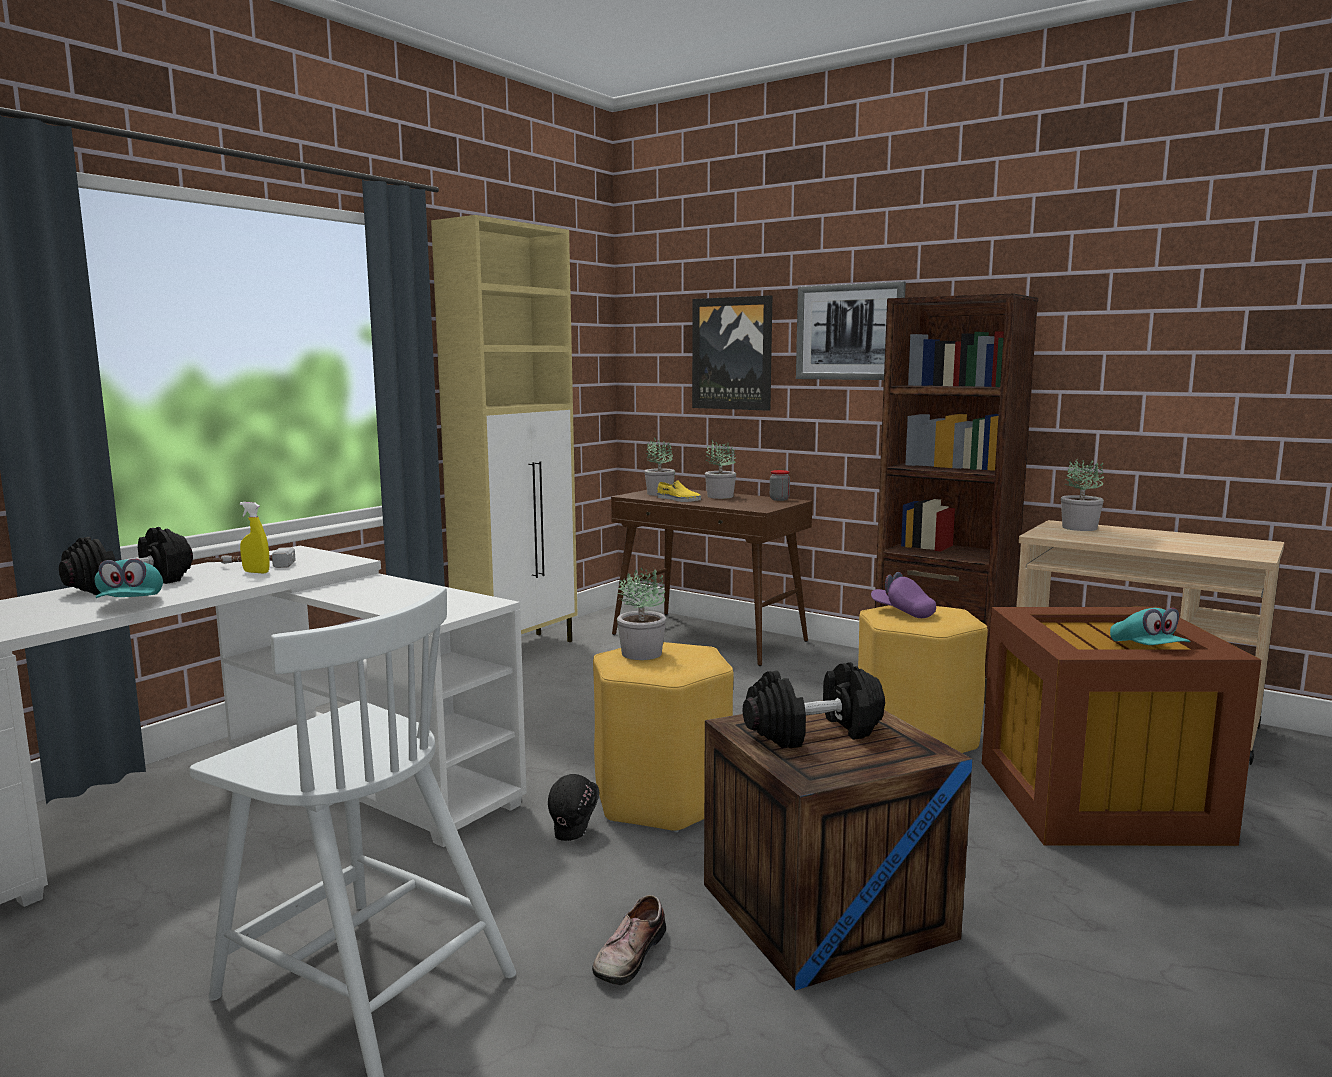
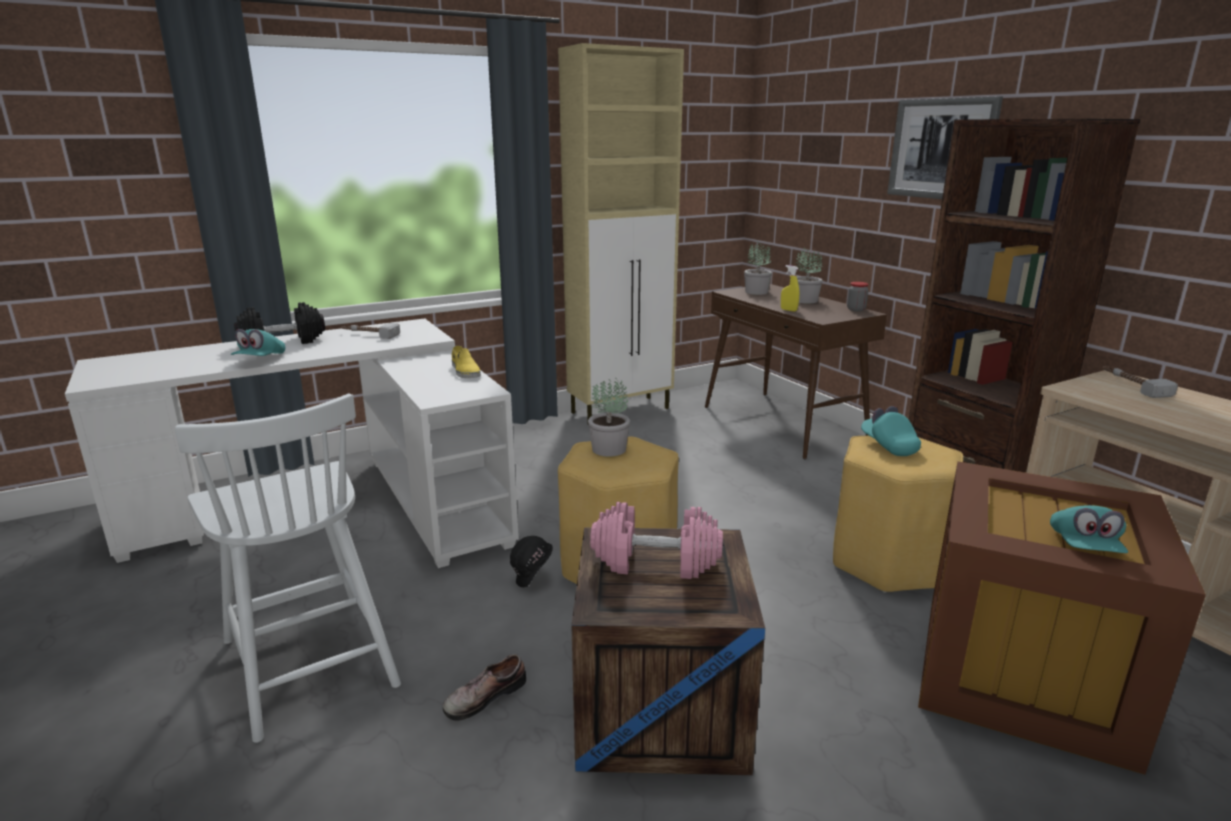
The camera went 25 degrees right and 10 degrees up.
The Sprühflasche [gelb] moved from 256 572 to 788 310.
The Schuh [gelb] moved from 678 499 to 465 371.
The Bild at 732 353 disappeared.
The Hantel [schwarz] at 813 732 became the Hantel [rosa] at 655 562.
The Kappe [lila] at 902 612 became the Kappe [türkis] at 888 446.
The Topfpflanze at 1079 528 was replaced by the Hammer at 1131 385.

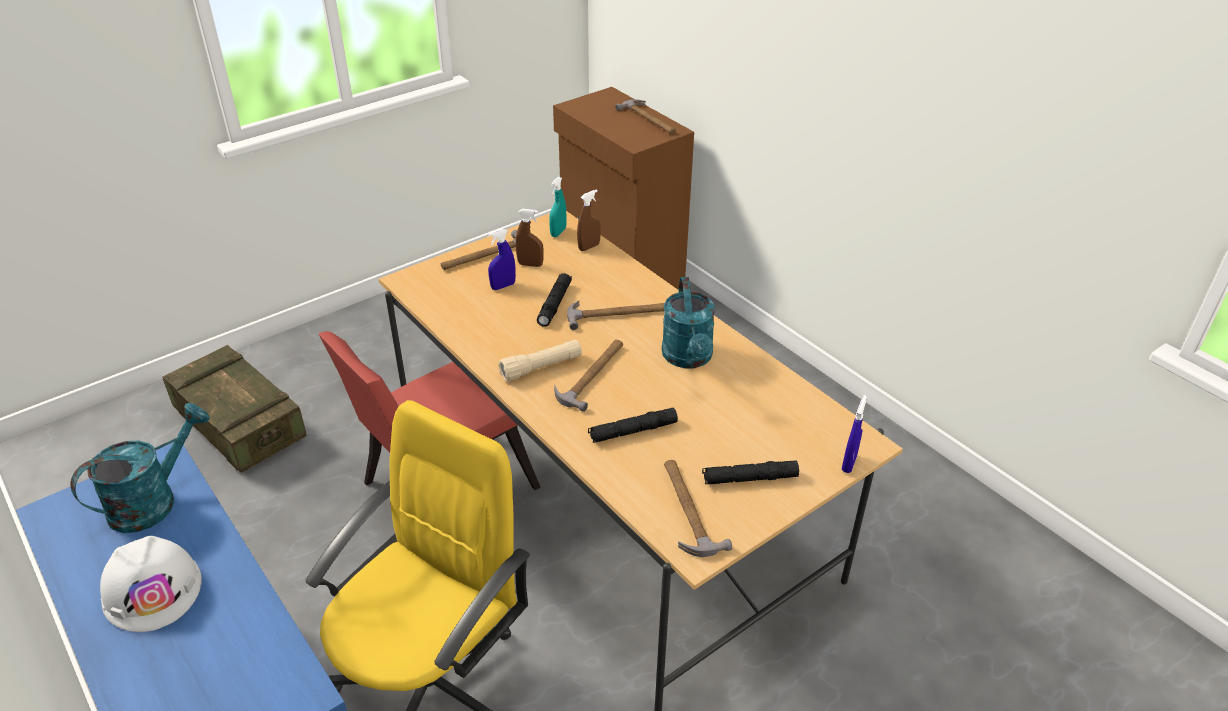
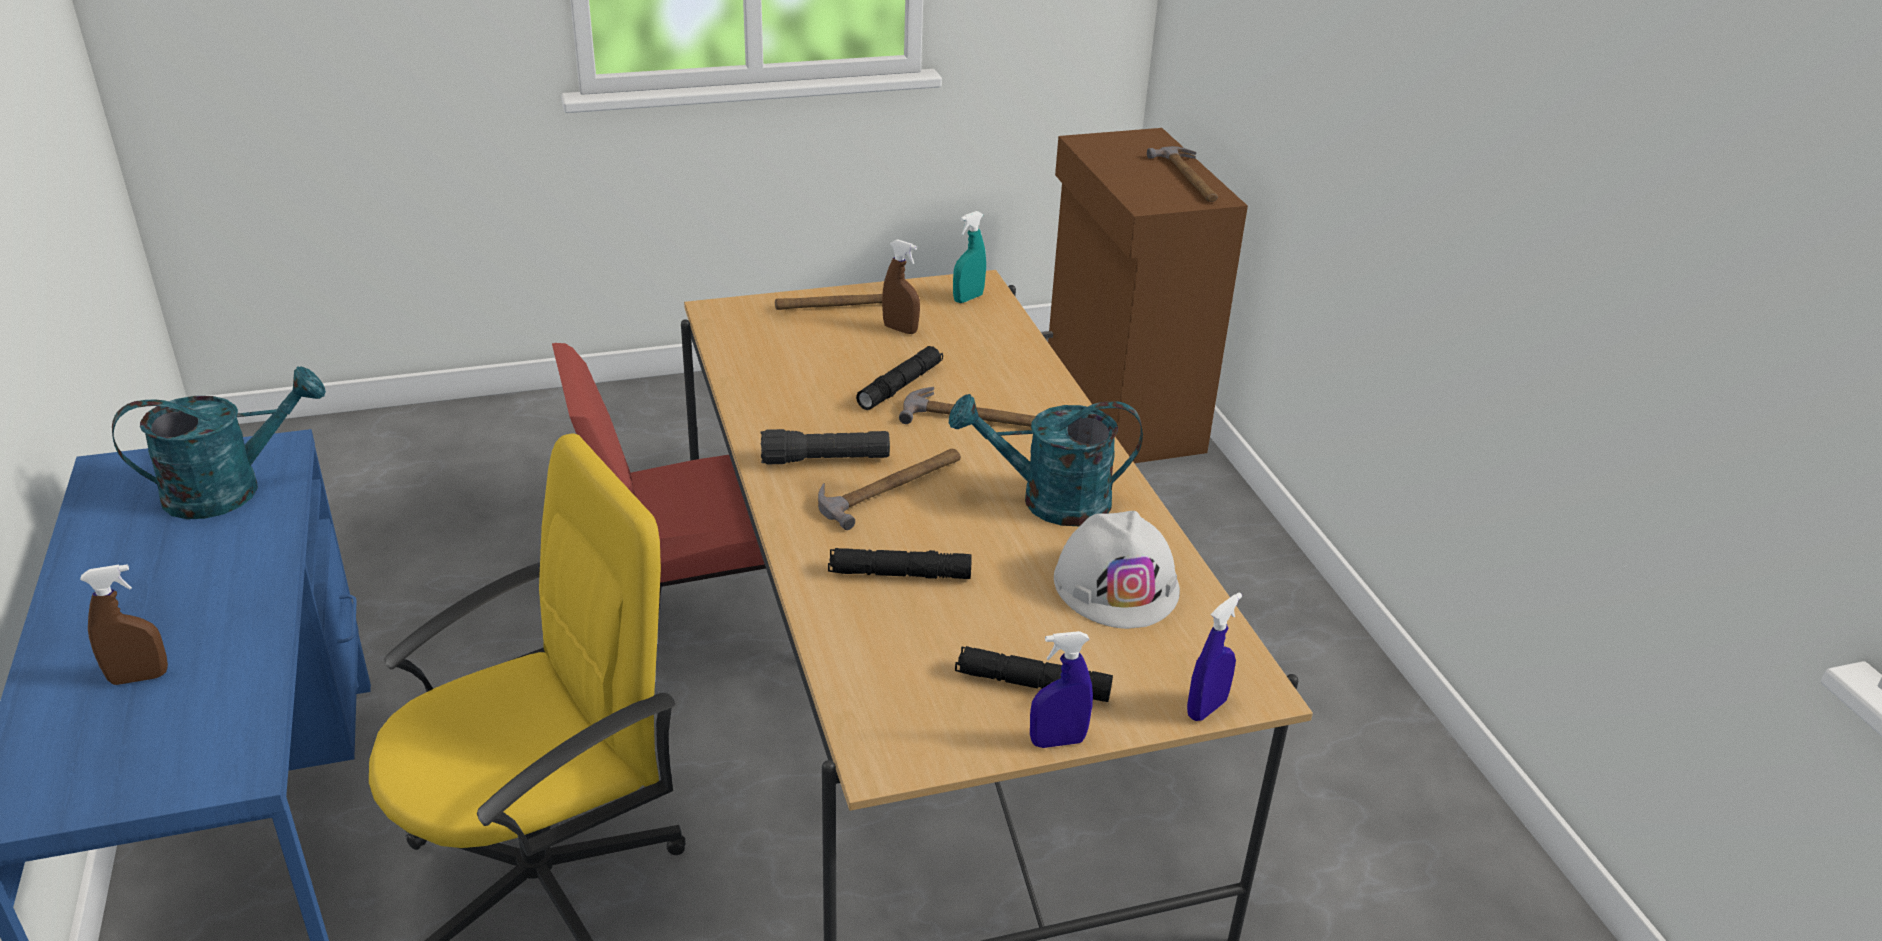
The camera went 20 degrees right and 5 degrees down.
The Schutzhelm [weiß] moved from 153 590 to 1116 584.
The Kiste at 240 425 disappeared.
The Sprühflasche [blau] moved from 503 286 to 1057 741.
The Taschenlampe [beige] at 541 367 became the Taschenlampe [schwarz] at 825 460.
The Sprühflasche [braun] moved from 589 247 to 139 677.
The Gießkanne [türkis] at 689 358 turned 75 degrees clockwise.
The Hammer at 687 509 disappeared.

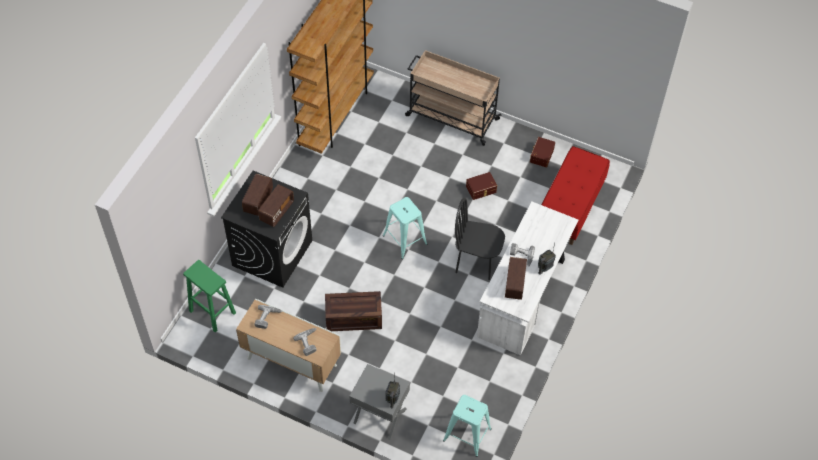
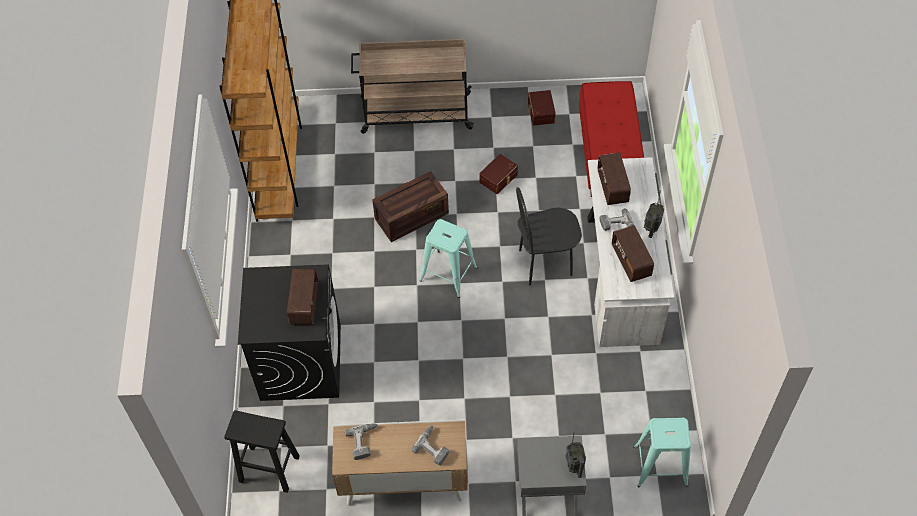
The camera went 25 degrees left and 0 degrees up.
The Hocker [grün] at 212 311 became the Hocker [schwarz] at 268 469.
The Radio moved from 258 201 to 612 187.
The Kiste moved from 353 319 to 411 217.

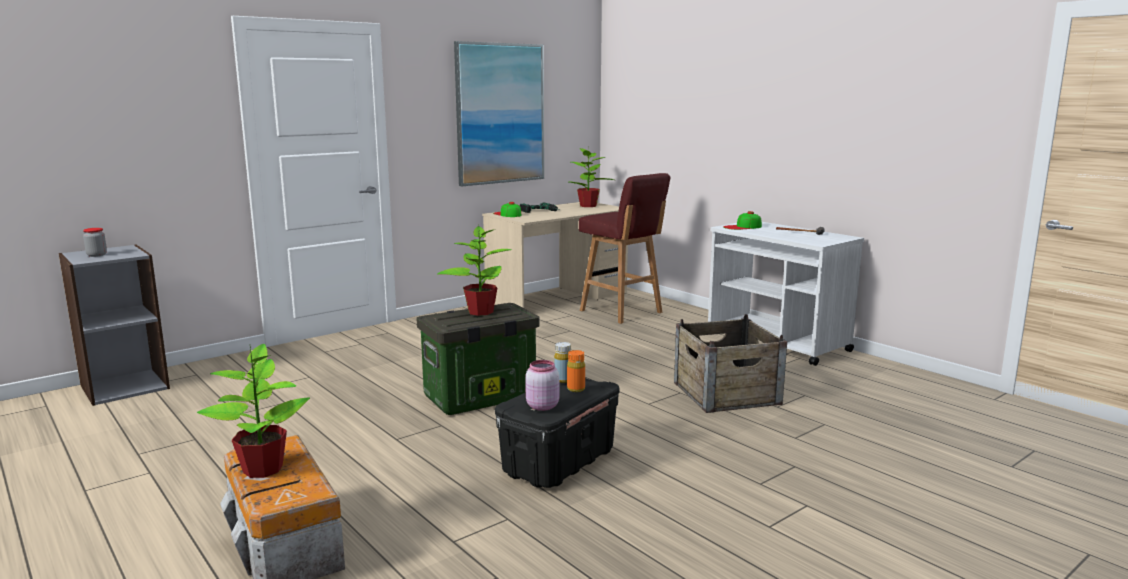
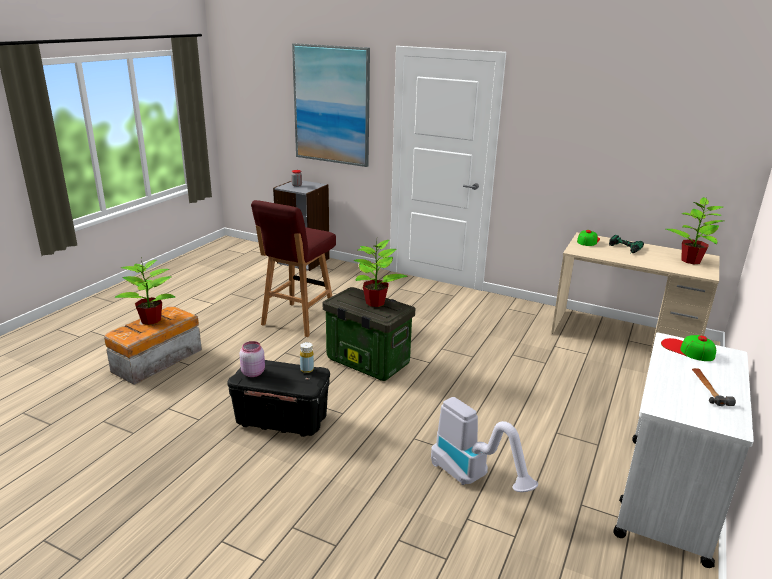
The camera went 65 degrees right and 10 degrees up.
The Bild moved from 500 114 to 331 105.
The Flasche [orange] at 576 389 disappeared.
The Hocker [rot] moved from 622 312 to 297 320.
The Kiste at 725 393 was replaced by the Staubsauger at 474 479.

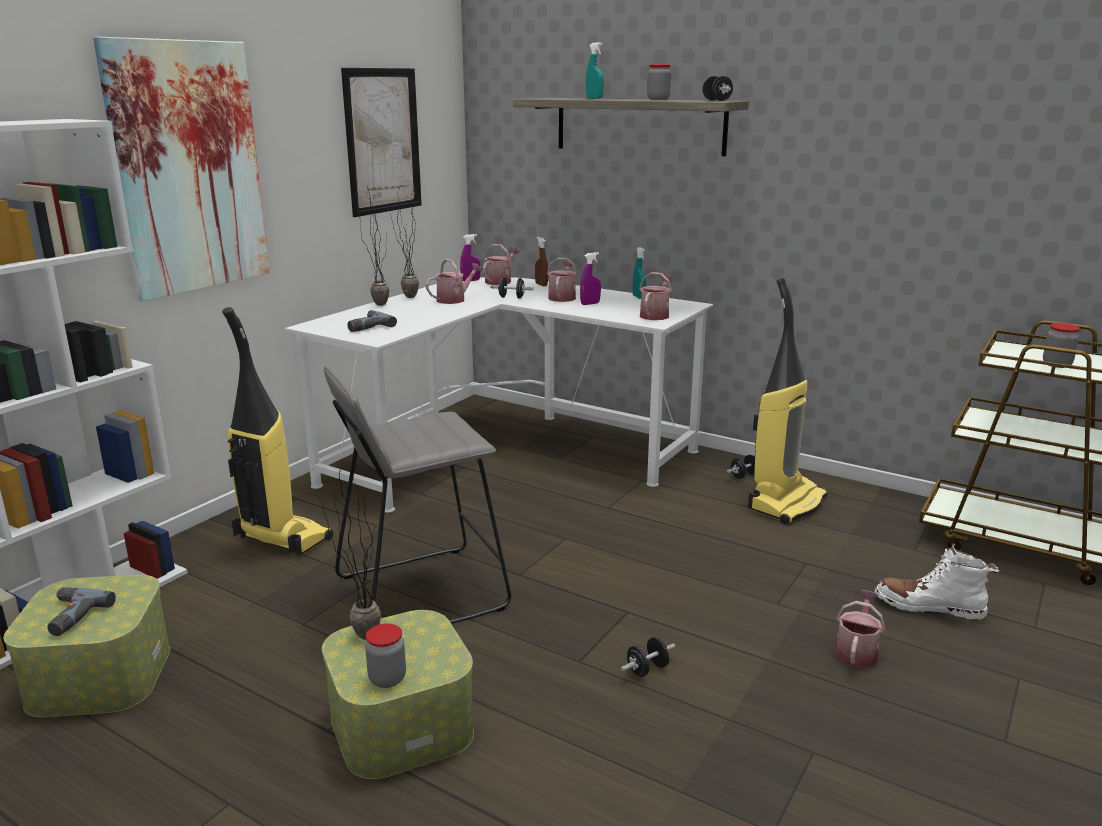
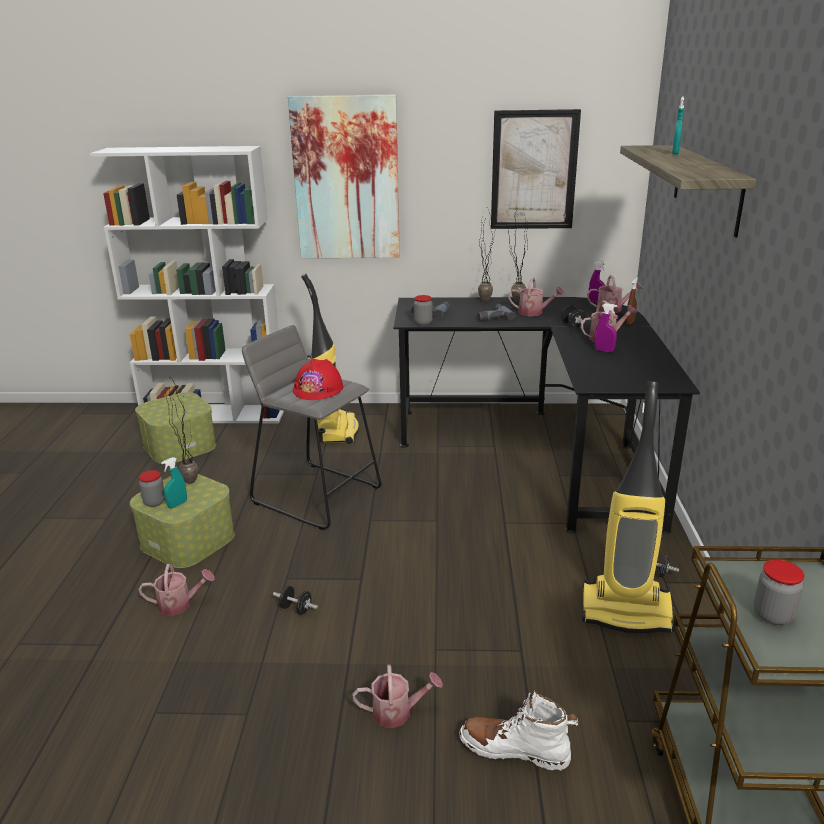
The camera went 60 degrees right and 5 degrees up.
The Bohrmaschine moved from 69 616 to 492 317.
The Schreibtisch [weiß] at 505 451 became the Schreibtisch [schwarz] at 541 450.
The Sprühflasche [türkis] moved from 638 297 to 177 504.
The Gießkanne moved from 655 315 to 179 604.
The Vorratsglas moved from 658 99 to 423 323.
The Hantel [schwarz] at 716 100 disappeared.
The Stiefel [weiß] at 929 607 turned 60 degrees counterclockwise.
The Schutzhelm [rot] at 318 388 appeared.

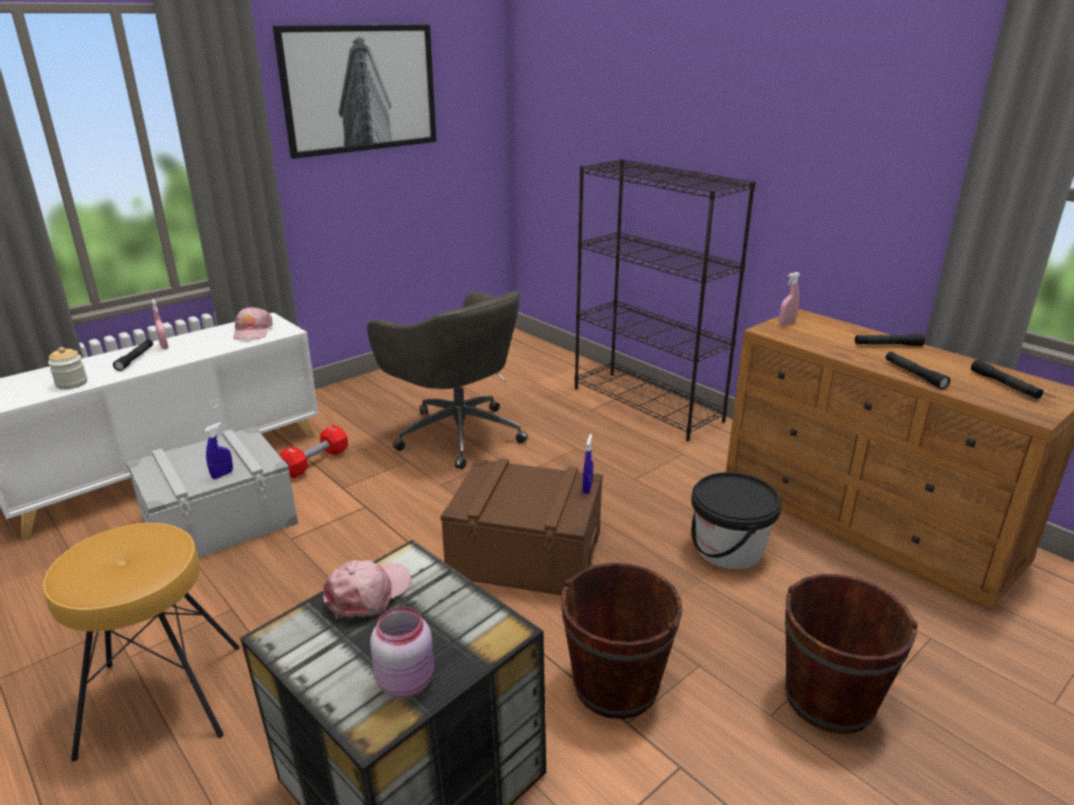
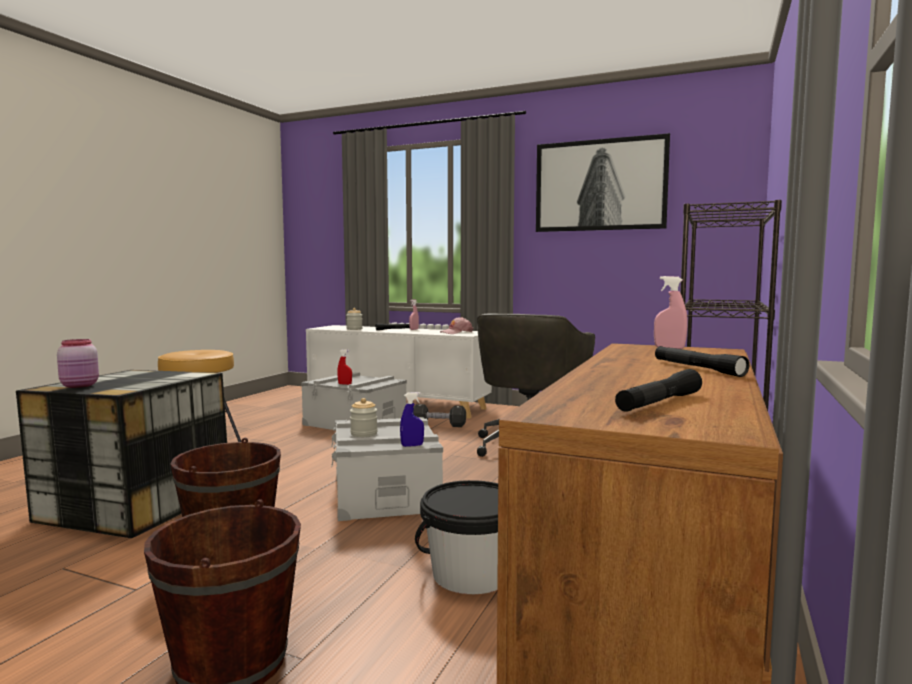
The camera went 65 degrees right and 20 degrees down.
The Sprühflasche [blau] at 222 475 became the Sprühflasche [rot] at 345 384.
The Hantel [rot] at 315 462 became the Hantel [schwarz] at 438 425.
The Kappe [rosa] at 368 593 disappeared.
The Aufbewahrungsbox [braun] at 526 553 became the Aufbewahrungsbox [grau] at 385 493.
The Taschenlampe [schwarz] at 914 375 disappeared.
The Vorratsglas at 364 434 appeared.

